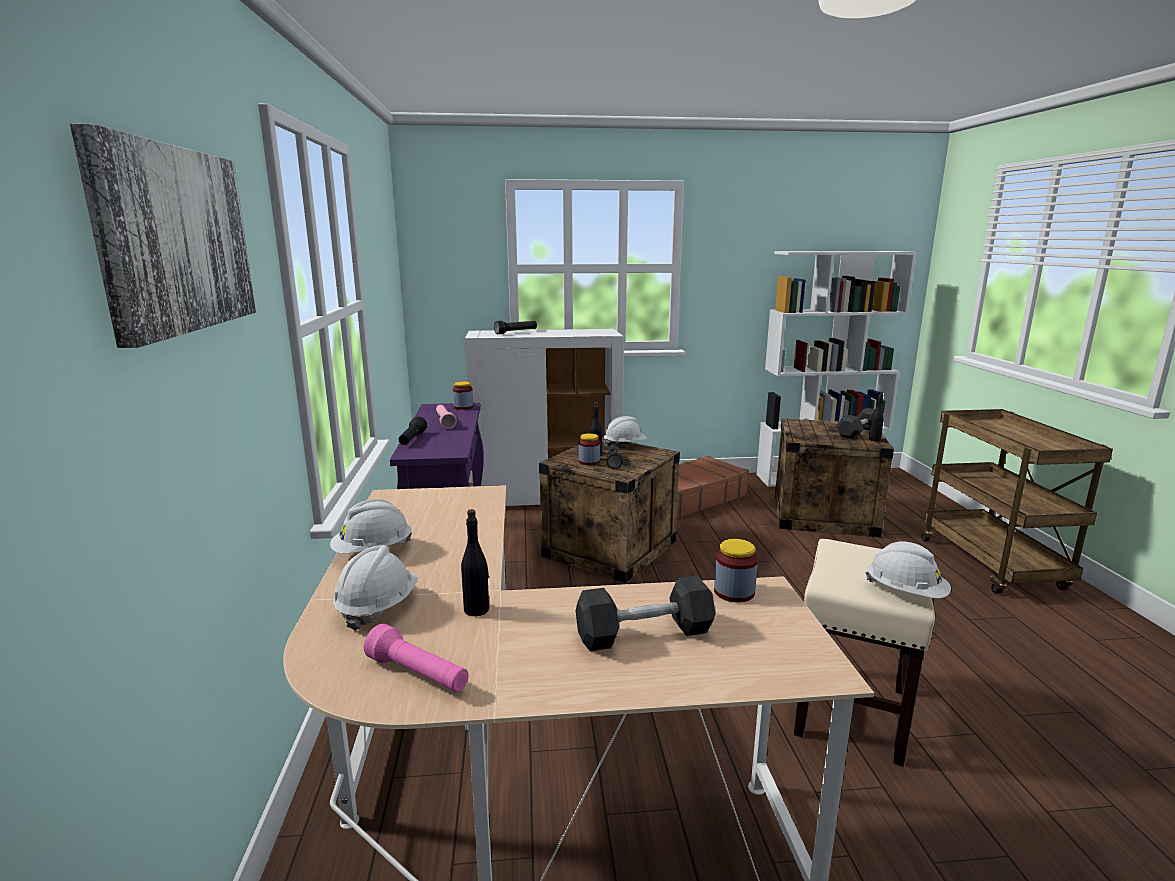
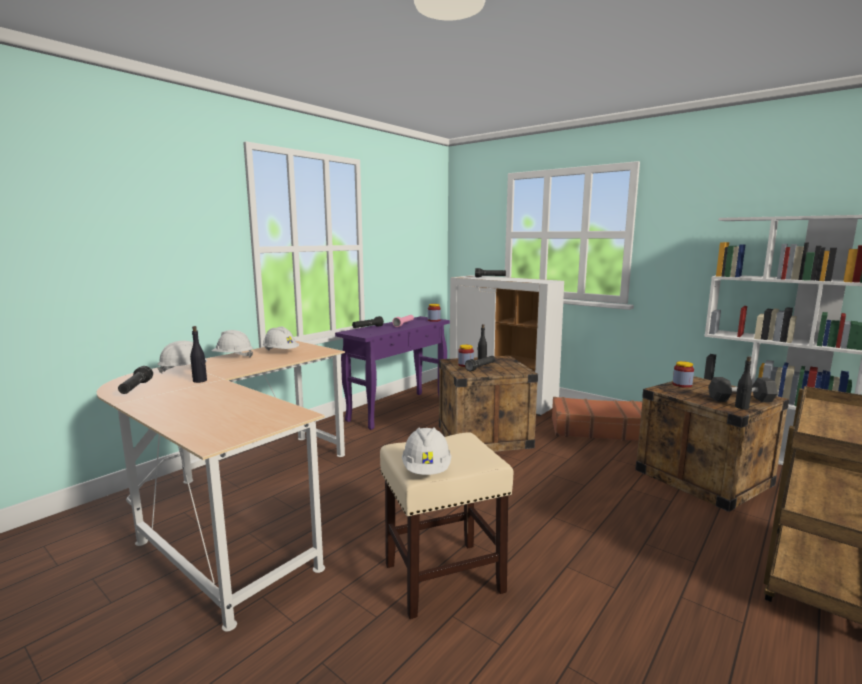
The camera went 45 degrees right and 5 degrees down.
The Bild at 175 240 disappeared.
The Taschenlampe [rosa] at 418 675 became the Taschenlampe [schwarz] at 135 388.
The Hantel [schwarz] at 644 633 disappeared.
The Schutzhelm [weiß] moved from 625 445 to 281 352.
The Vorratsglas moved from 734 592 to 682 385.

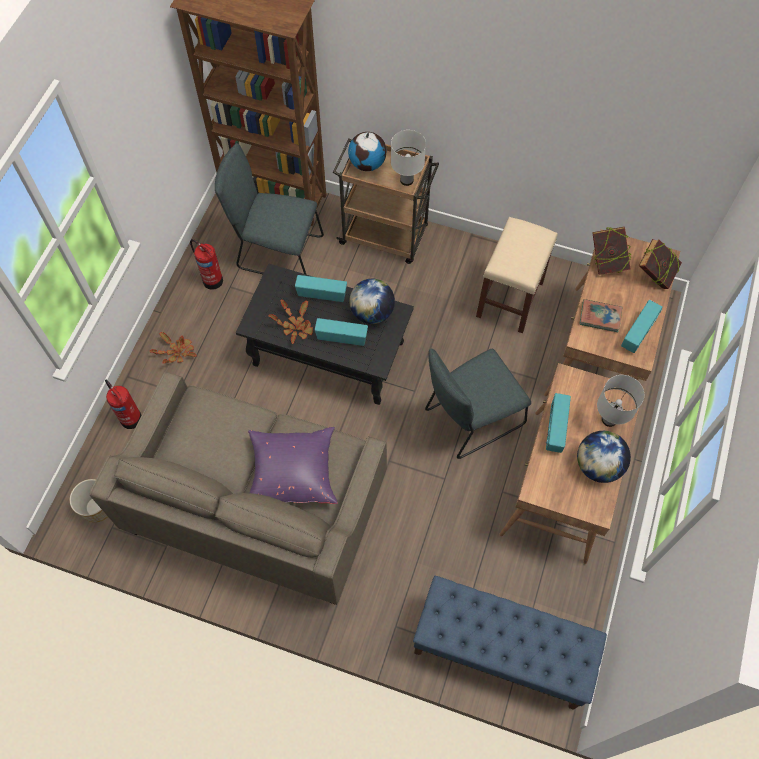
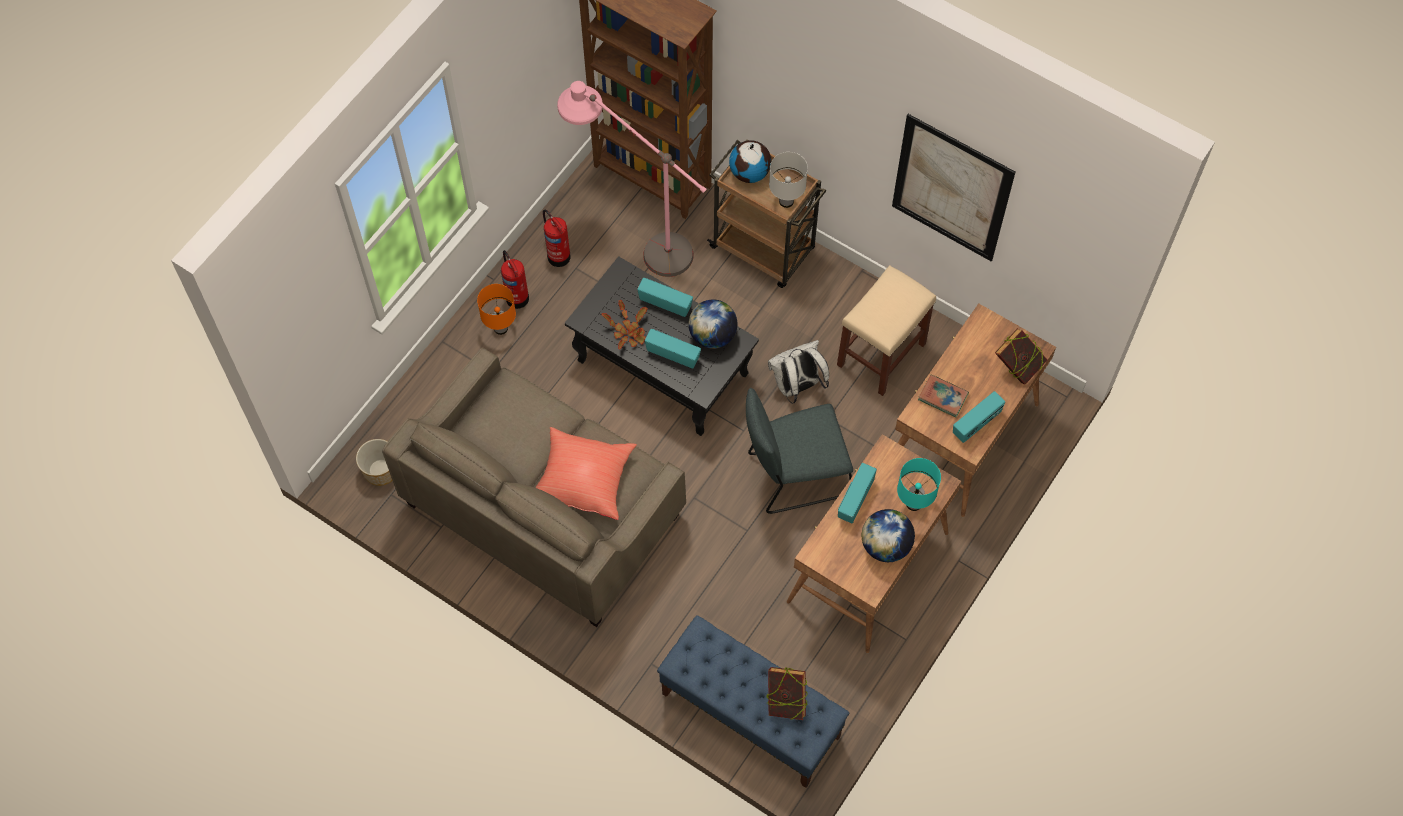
The camera went 15 degrees right and 0 degrees up.
The Feuerlöscher moved from 130 417 to 517 296.
The Topfpflanze at 177 352 was replaced by the Tischlampe [orange] at 501 328.
The Stuhl [grau] at 276 252 was replaced by the Stehlampe [rosa] at 637 240.
The Kissen [lila] at 292 472 became the Kissen [rot] at 583 480.
The Buch moved from 606 262 to 786 701.
The Tischlampe [weiß] at 609 419 became the Tischlampe [türkis] at 914 503.
The Rucksack [weiß] at 797 386 appeared.
The Bild at 951 189 appeared.

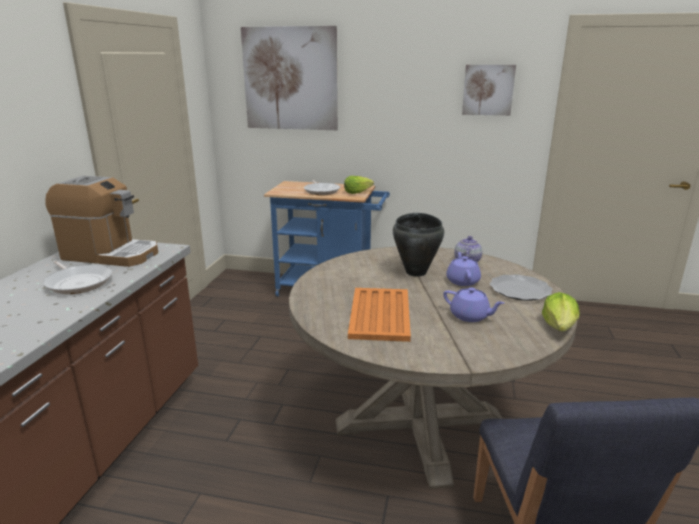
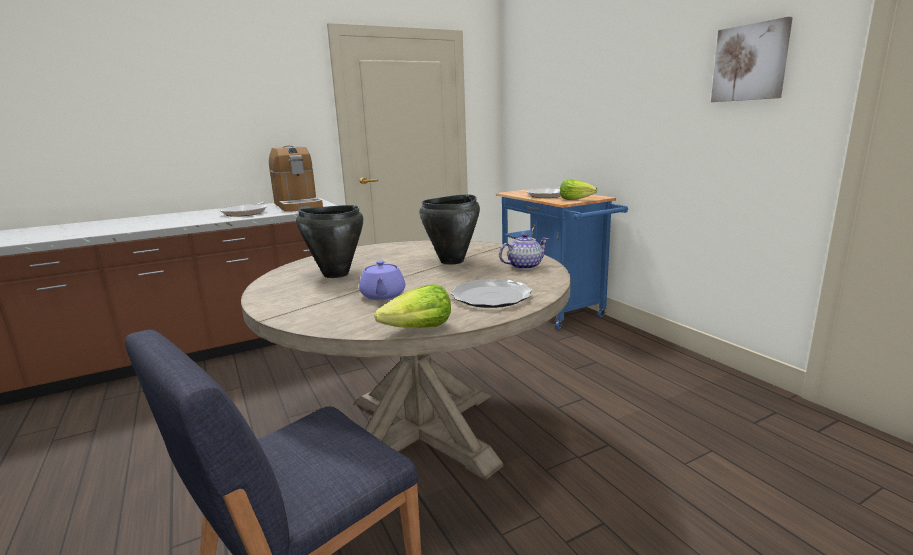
The camera went 50 degrees right and 5 degrees down.
The Bild at 290 79 disappeared.
The Tablett [orange] at 379 315 was replaced by the Kochtopf [schwarz] at 335 274.
The Teekanne [lila] at 462 281 disappeared.

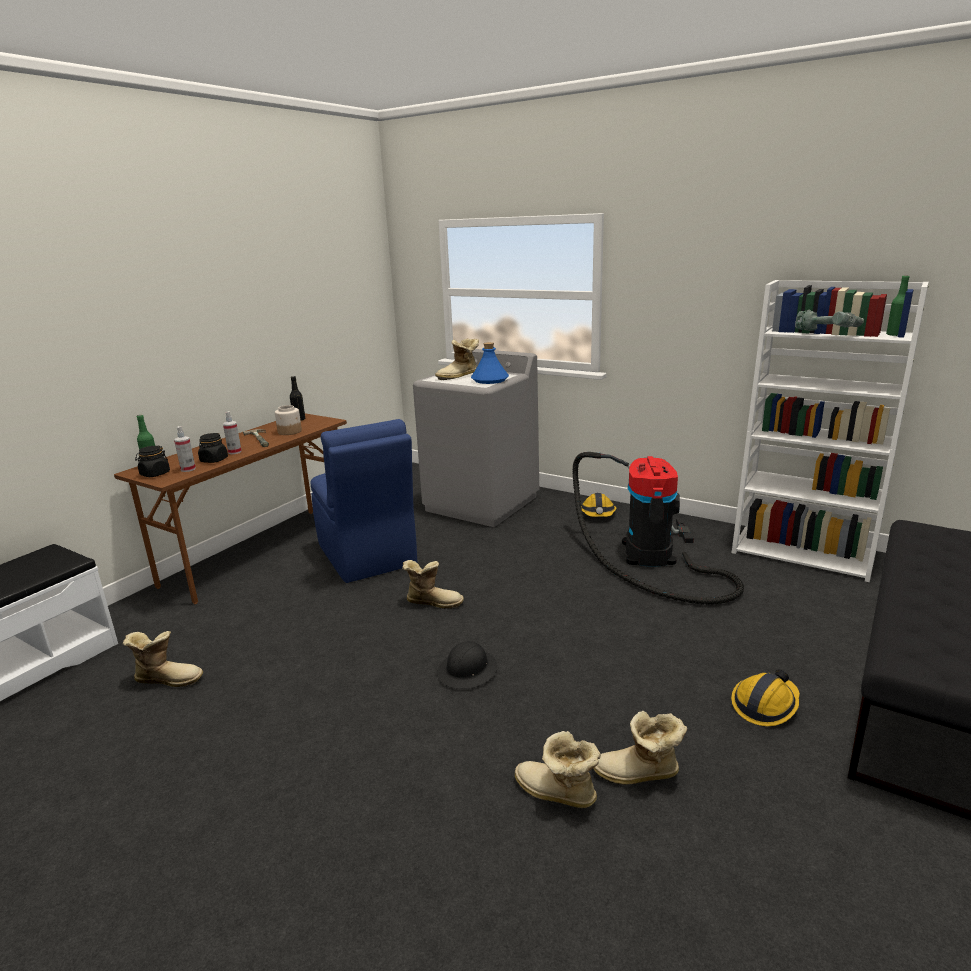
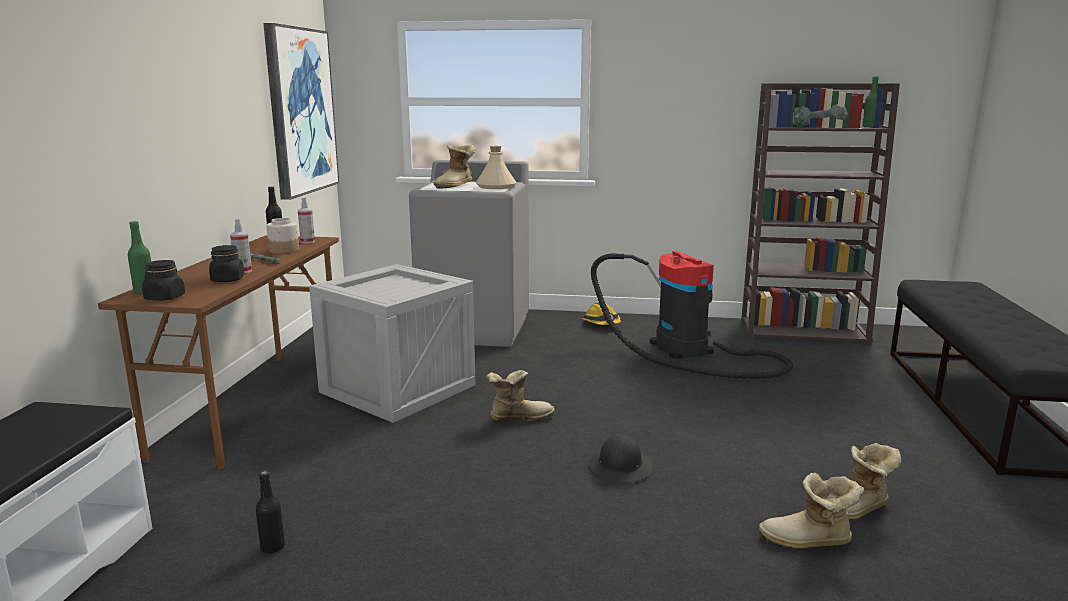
The camera went 25 degrees left and 5 degrees down.
The Stiefel at 168 678 was replaced by the Flasche [schwarz] at 272 547.
The Sprühflasche moved from 188 469 to 307 242.
The Stuhl [blau] at 367 556 was replaced by the Kiste at 397 390.
The Flasche [blau] at 490 380 became the Flasche [beige] at 496 187.
The Schutzhelm at 765 705 disappeared.
The Bücherregal [weiß] at 804 553 became the Bücherregal [braun] at 804 331.
The Bild at 300 111 appeared.

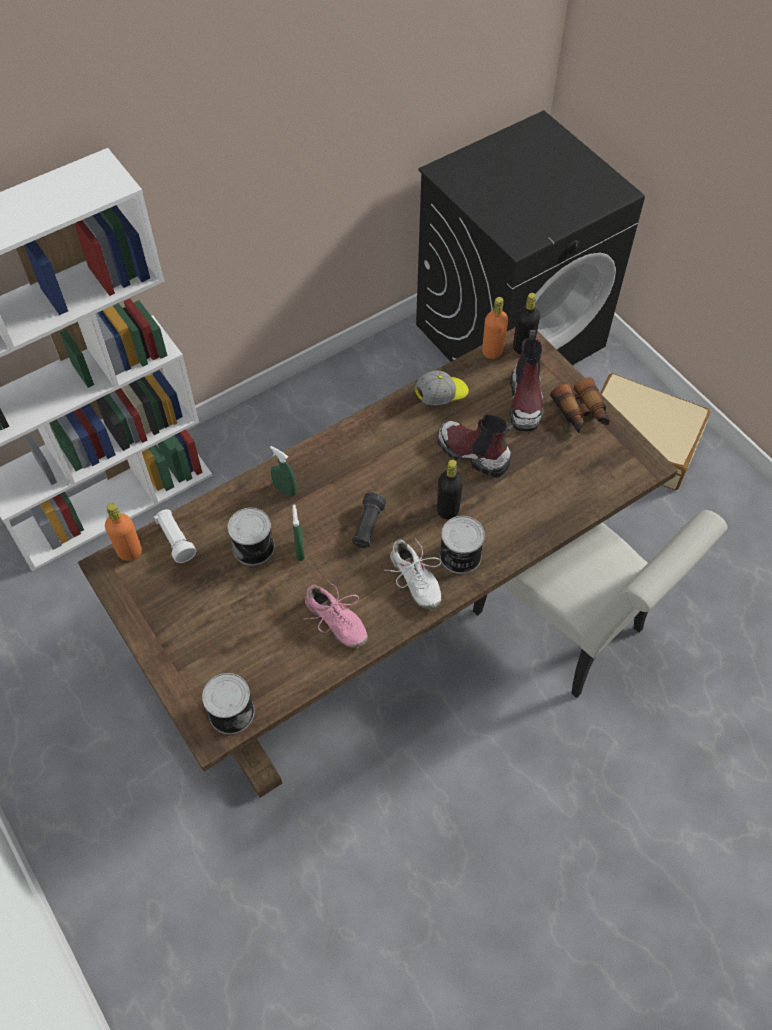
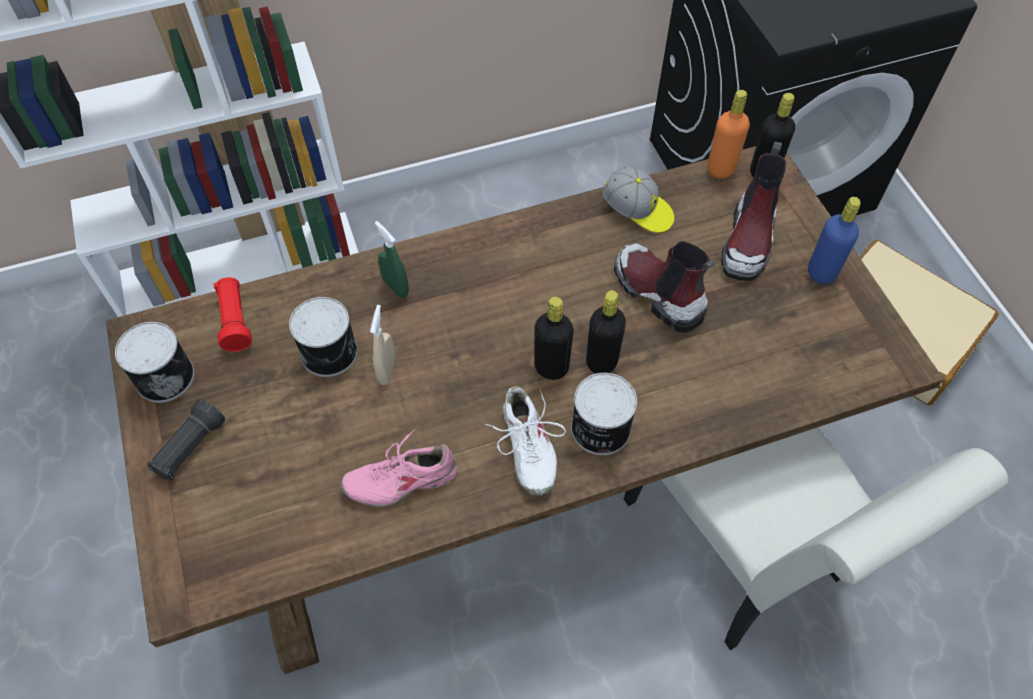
The camera went 15 degrees right and 0 degrees up.
The Flasche [orange] at 129 552 disappeared.
The Taschenlampe [weiß] at 175 540 became the Taschenlampe [rot] at 235 321.
The Dose moved from 231 711 to 165 376.
The Sprühflasche [grün] at 299 550 became the Sprühflasche [beige] at 387 370.
The Schuh [rosa] at 336 622 turned 105 degrees clockwise.
The Taschenlampe [schwarz] moved from 367 527 to 190 448.
The Kappe at 441 395 turned 45 degrees clockwise.
The Fernglas at 581 413 was replaced by the Flasche [blau] at 821 272.
The Flasche [schwarz] at 551 367 appeared.

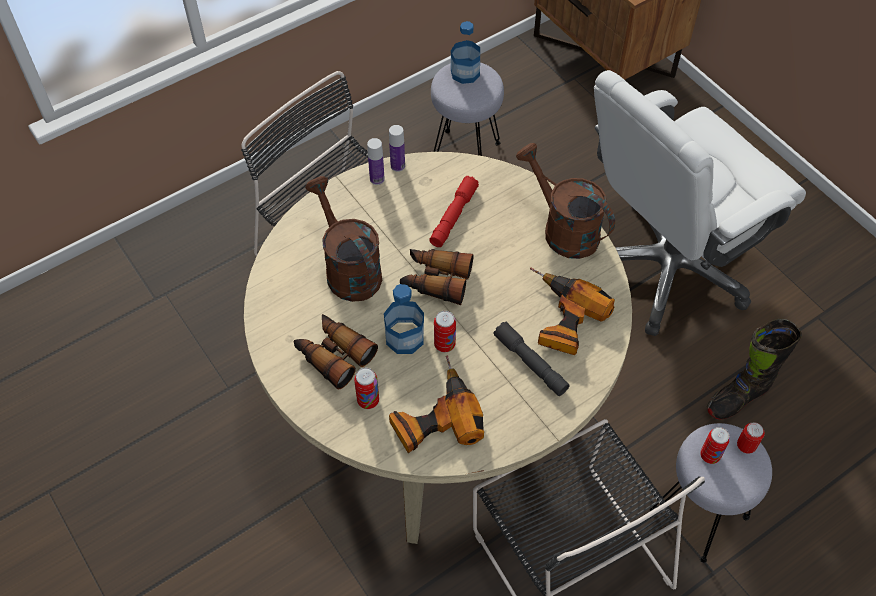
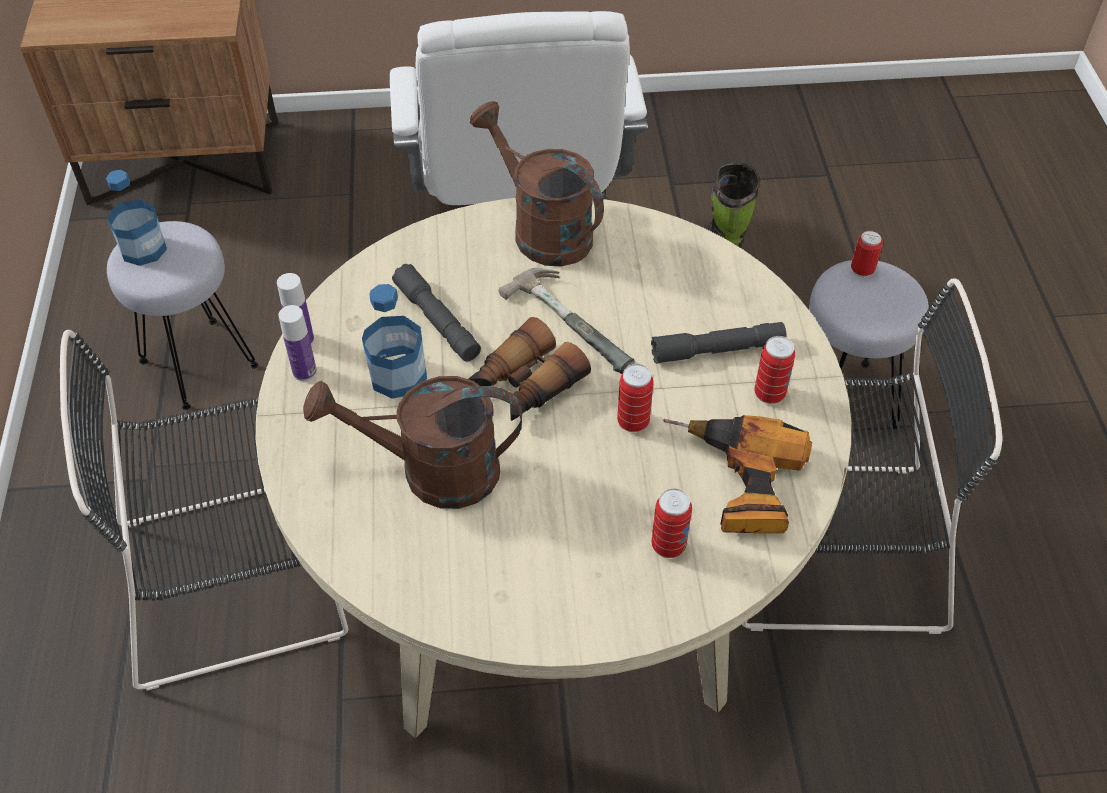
The camera went 60 degrees left and 5 degrees down.
The Fernglas at 333 354 disappeared.
The Flasche moved from 404 338 to 398 375.
The Taschenlampe [rot] at 453 216 became the Taschenlampe [grau] at 437 321.
The Gießkanne [braun] at 563 229 turned 60 degrees clockwise.
The Bohrmaschine at 561 318 disappeared.
The Dose moved from 710 455 to 769 394.
The Hammer at 578 320 appeared.

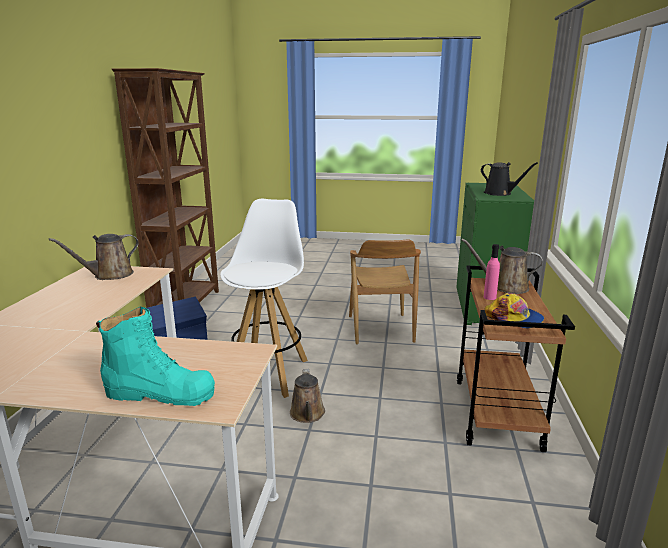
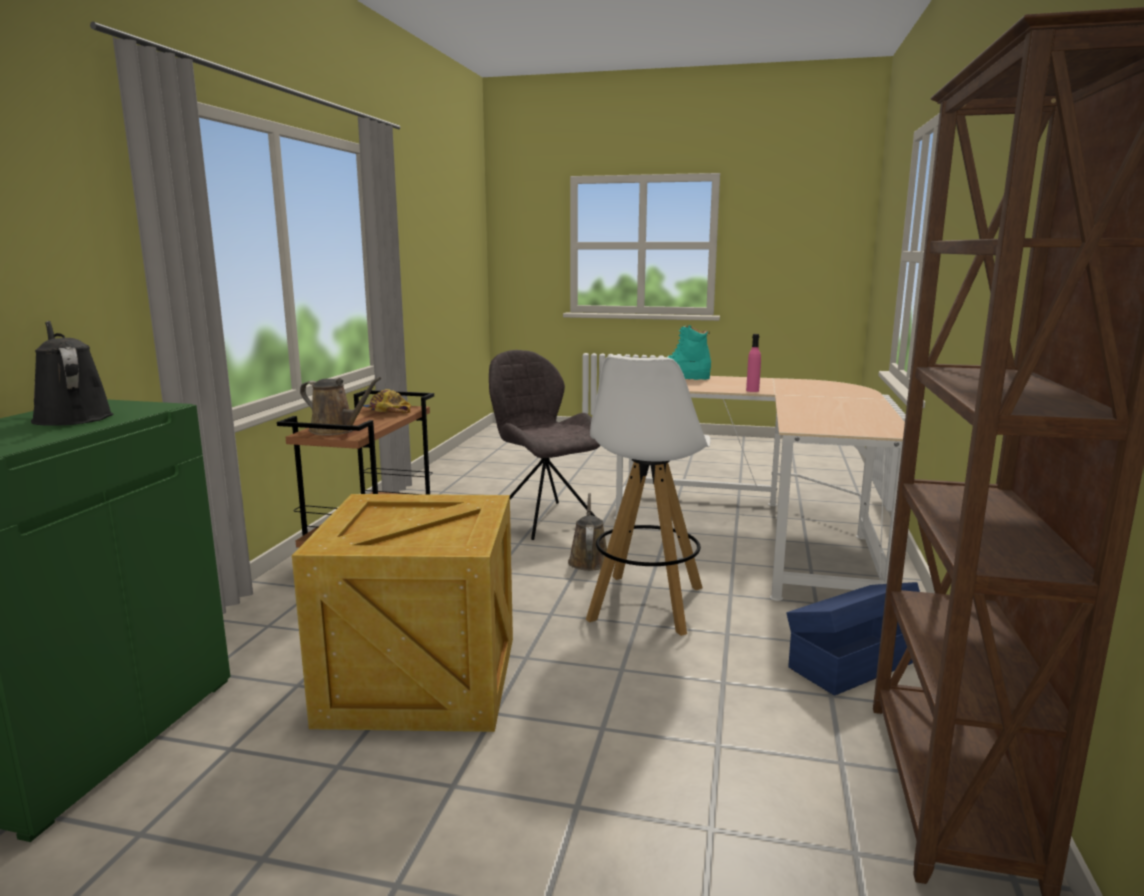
The camera went 175 degrees left and 5 degrees down.
The Gießkanne [braun] at 109 275 disappeared.
The Stuhl [braun] at 380 329 was replaced by the Kiste at 424 678.
The Flasche [rosa] moved from 489 297 to 752 390.
The Stuhl [grau] at 543 519 appeared.

